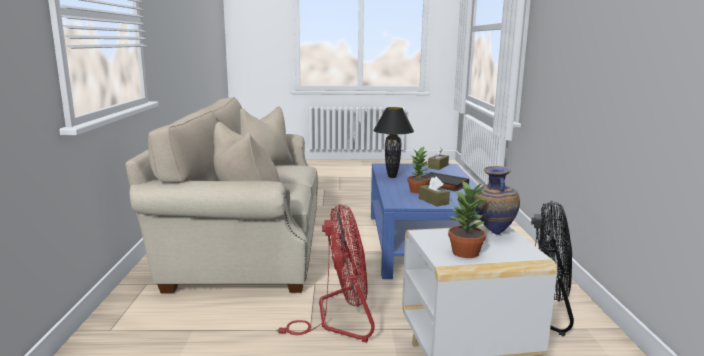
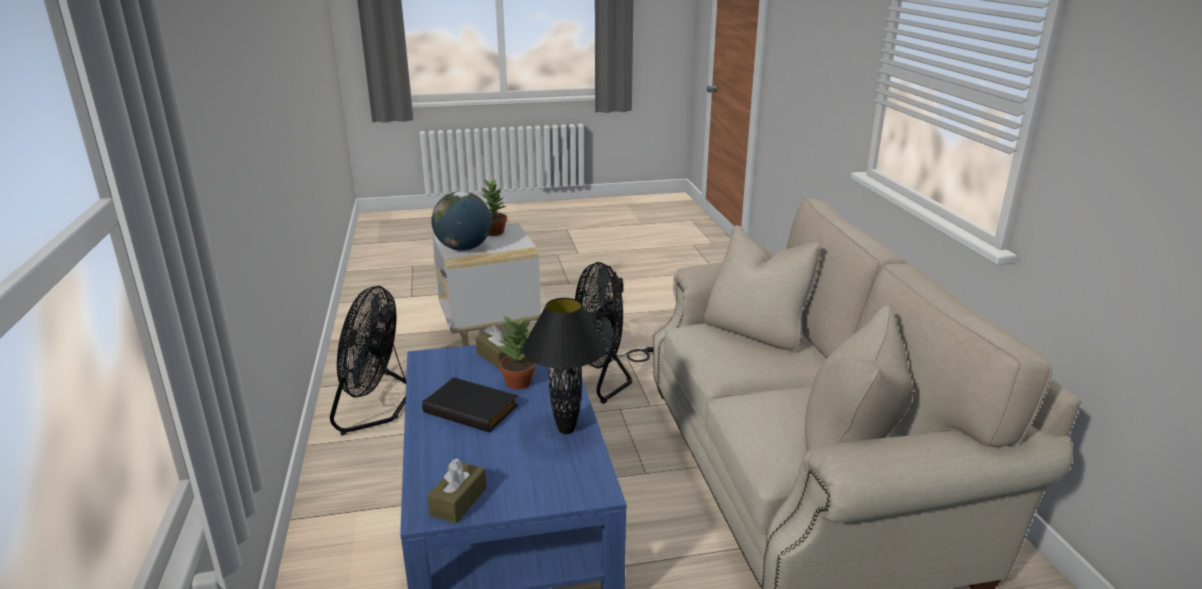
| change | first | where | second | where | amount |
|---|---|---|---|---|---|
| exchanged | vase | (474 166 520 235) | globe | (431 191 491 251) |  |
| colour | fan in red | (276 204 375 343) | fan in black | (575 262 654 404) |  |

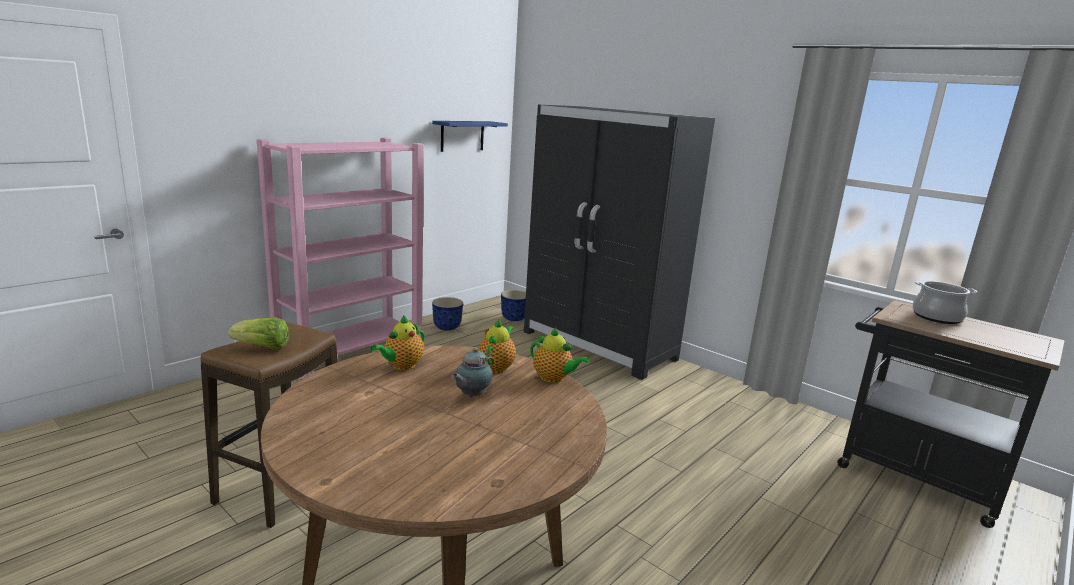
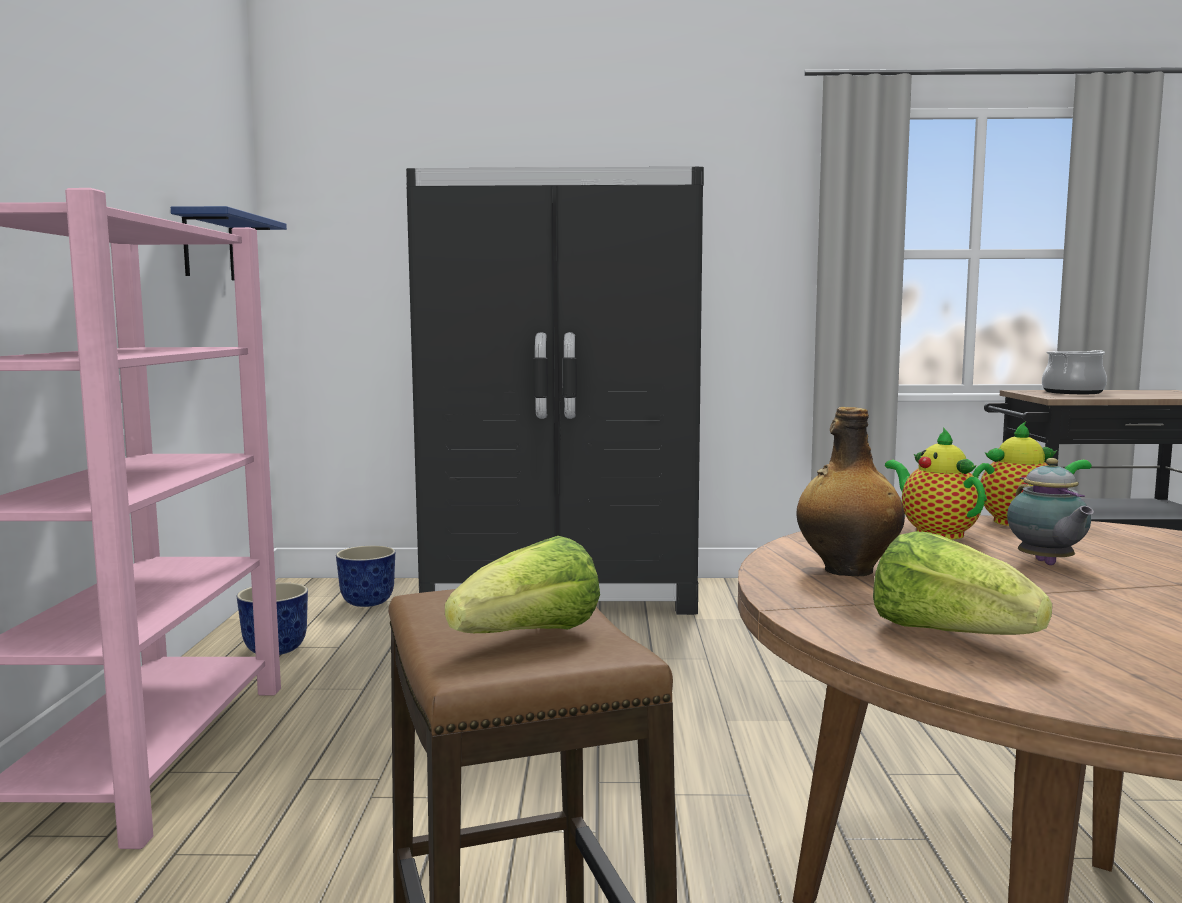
| change | first | where | second | where | amount |
|---|---|---|---|---|---|
| appeared |  |  | lettuce | (873 531 1052 635) |  |
| exchanged | teapot | (371 315 425 370) | bottle | (796 407 905 576) |  |

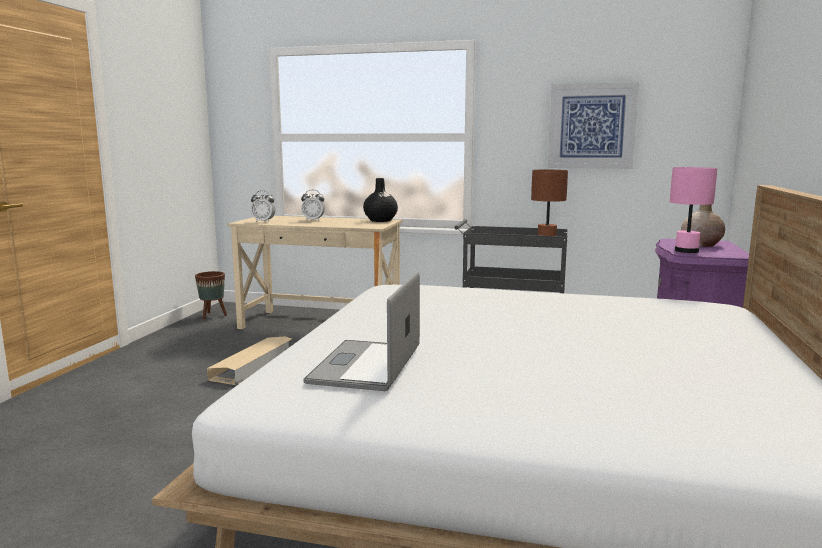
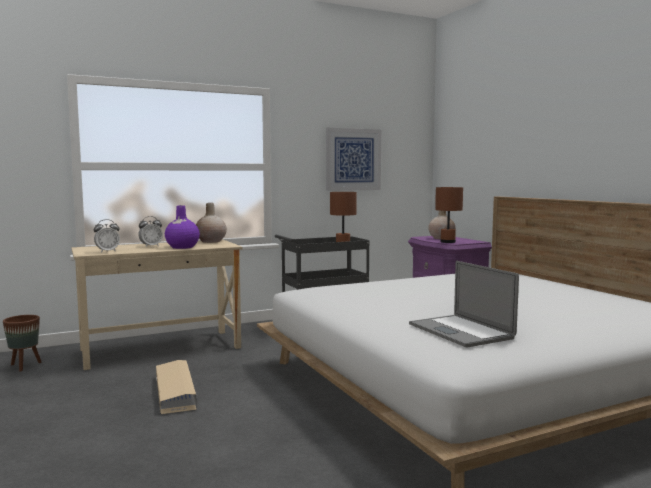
| change | first | where | second | where | amount |
|---|---|---|---|---|---|
| appeared |  |  | vase in purple | (165 205 200 249) |  |
| colour | vase in black | (363 178 398 222) | vase in beige | (196 203 227 243) |  |
| colour | table lamp in pink | (670 167 717 253) | table lamp in brown | (435 187 463 243) |  |

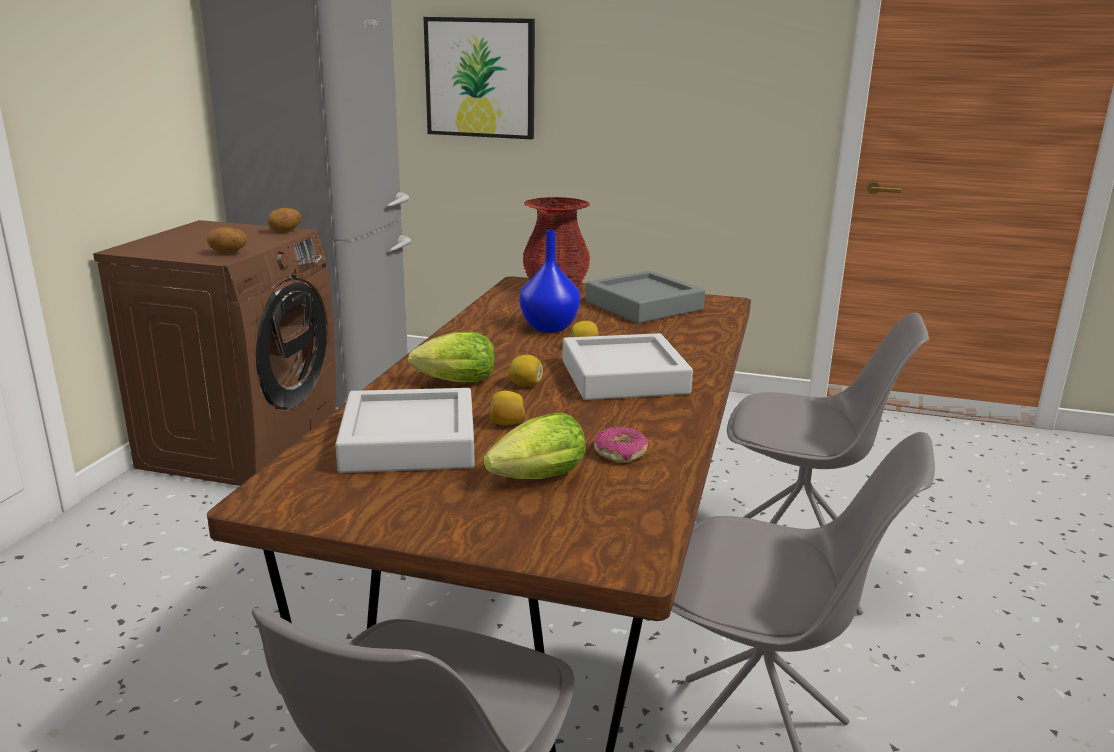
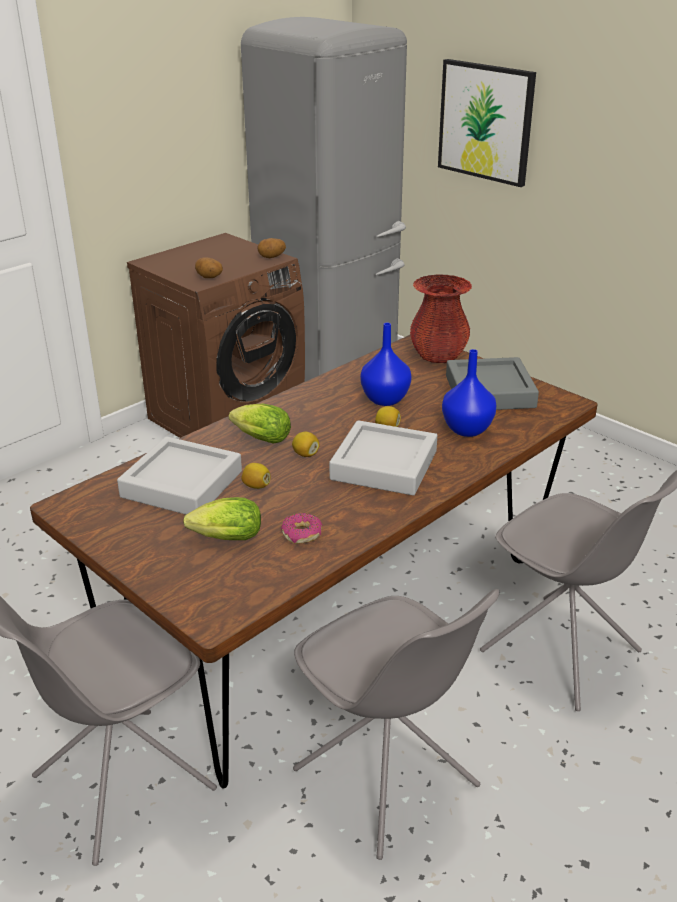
| change | first | where | second | where | amount |
|---|---|---|---|---|---|
| appeared |  |  | vase in blue | (442 349 496 437) |  |

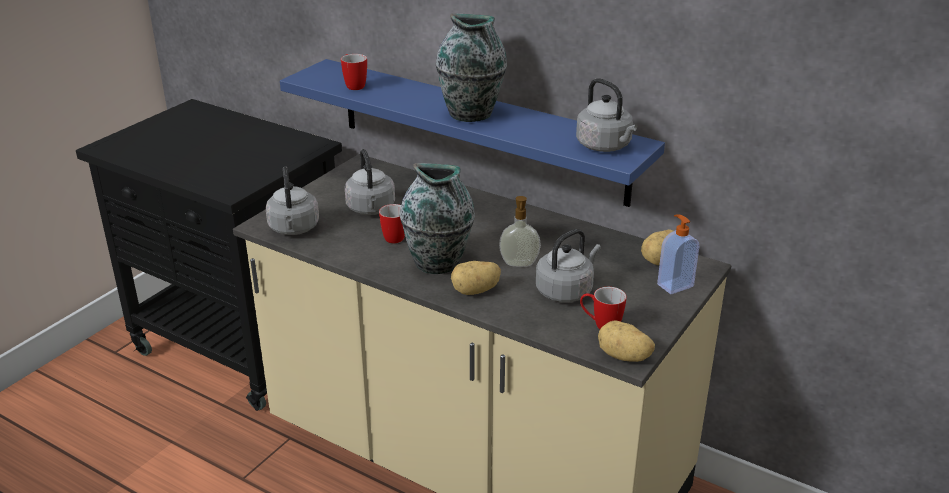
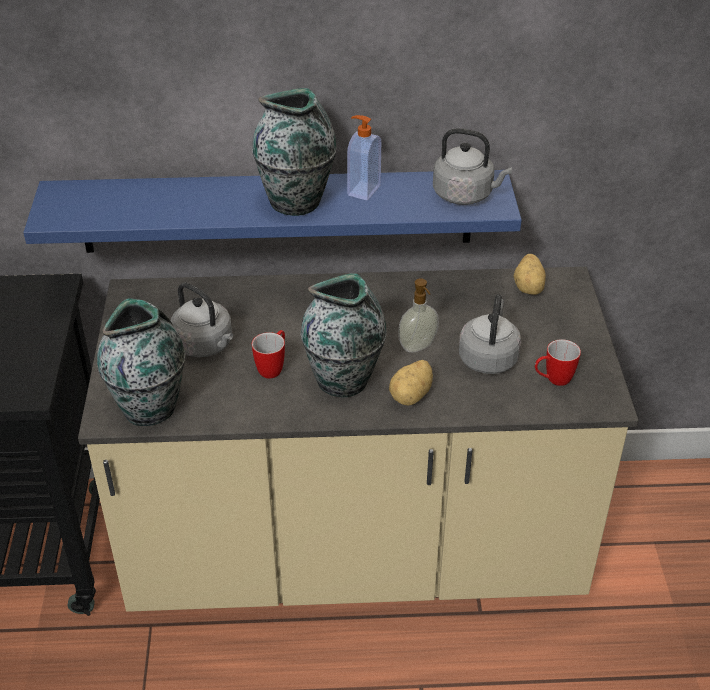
| change | first | where | second | where | amount |
|---|---|---|---|---|---|
| missing | mug | (341 54 367 90) |  |  |  |
| missing | potato | (598 320 655 362) |  |  |  |
| relocated | soap dispenser | (657 214 700 294) |  | (347 115 381 200) |  |
| exchanged | kettle in grey | (265 166 319 235) | vase | (97 298 185 426) |  |

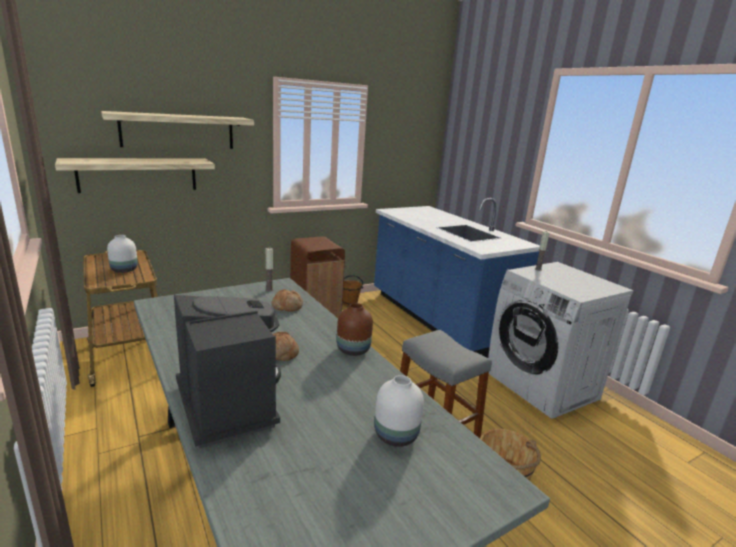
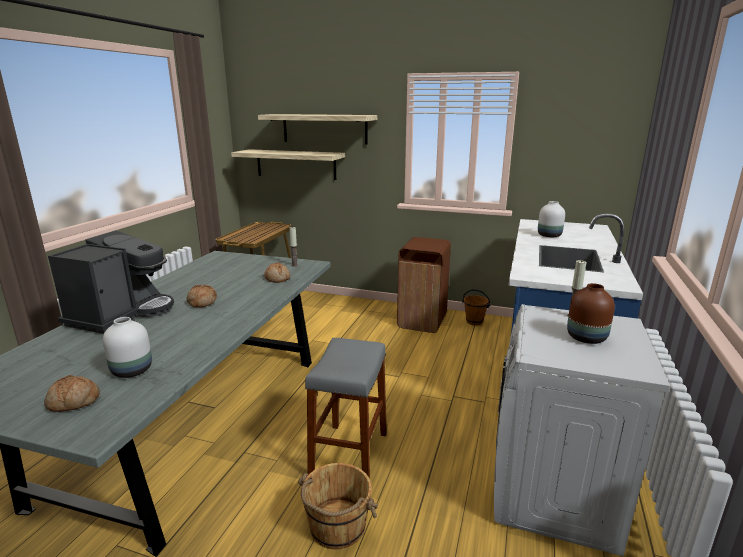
| change | first | where | second | where | amount |
|---|---|---|---|---|---|
| appeared |  |  | bread | (44 375 100 412) |  |
| relocated | vase in white | (107 235 138 273) |  | (538 201 565 237) |  |
| relocated | vase in brown | (337 303 373 356) |  | (567 283 615 344) |  |

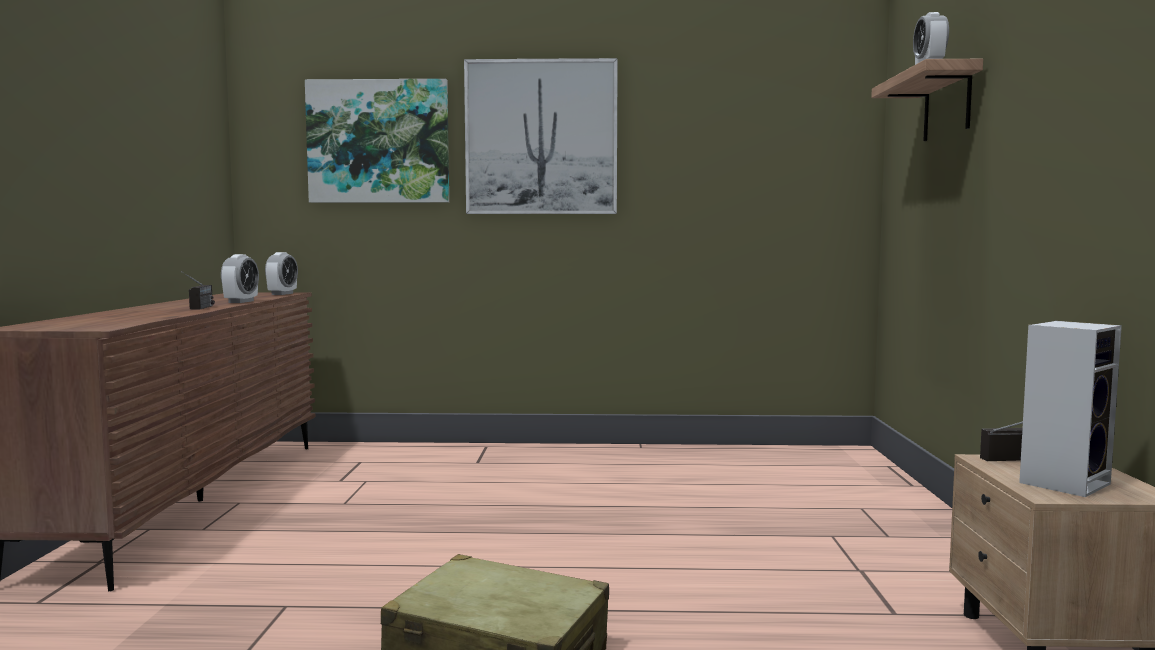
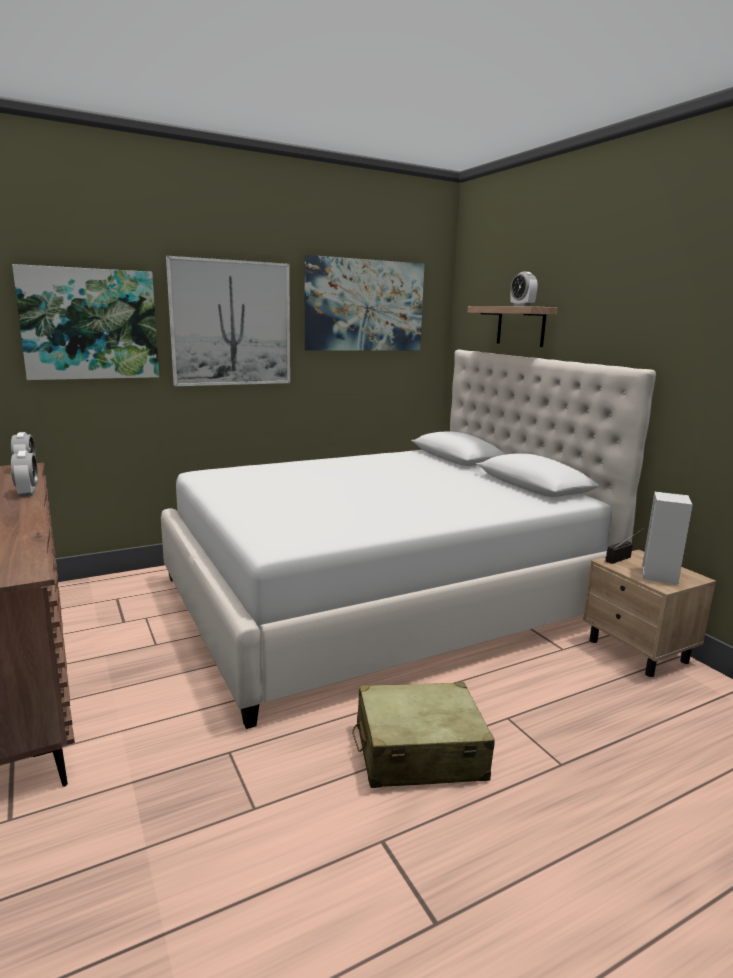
| change | first | where | second | where | amount |
|---|---|---|---|---|---|
| missing | radio | (181 271 215 309) |  |  |  |
| appeared |  |  | bed in white | (161 350 656 729) |  |
| appeared |  |  | picture | (305 255 425 351) |  |

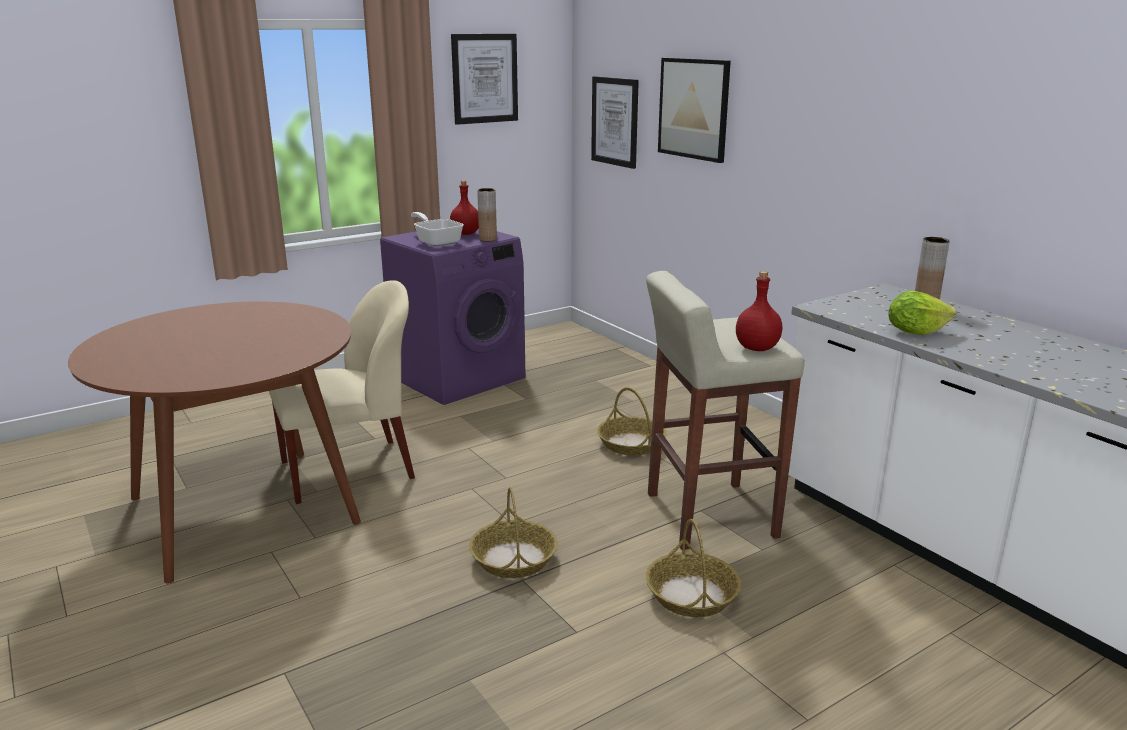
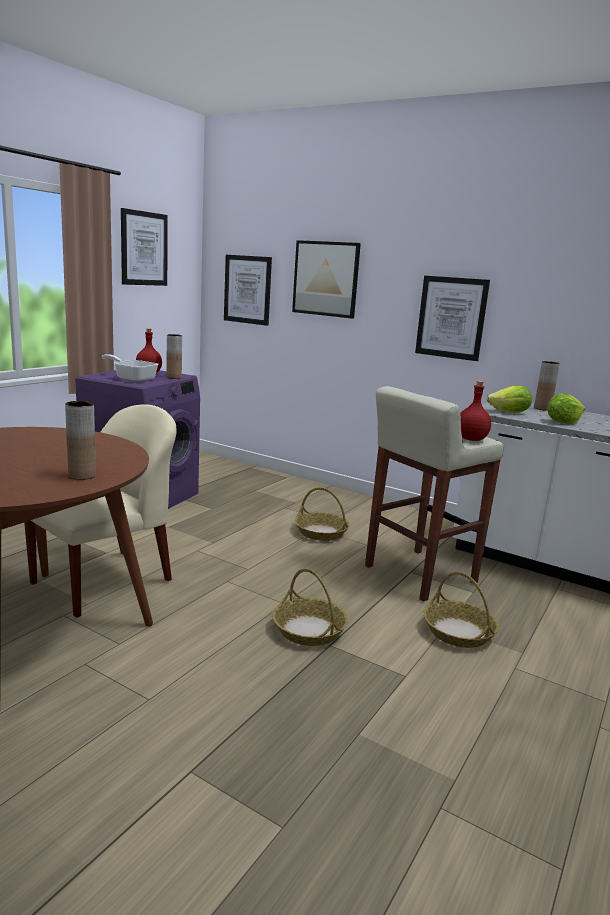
| change | first | where | second | where | amount |
|---|---|---|---|---|---|
| appeared |  |  | vase in brown | (65 401 96 480) |  |
| appeared |  |  | picture | (415 276 490 361) |  |
| appeared |  |  | lettuce | (487 385 532 413) |  |

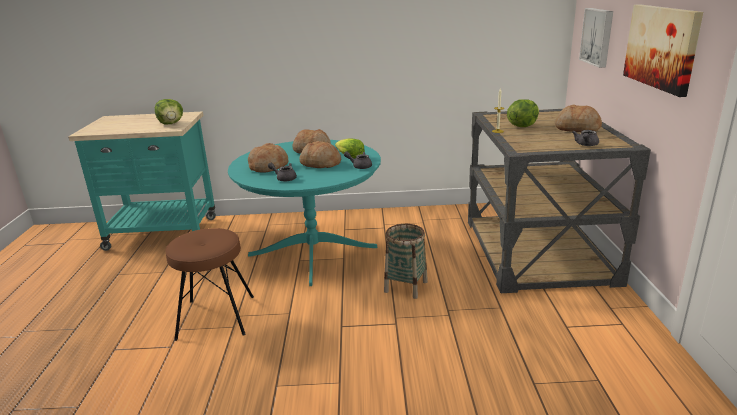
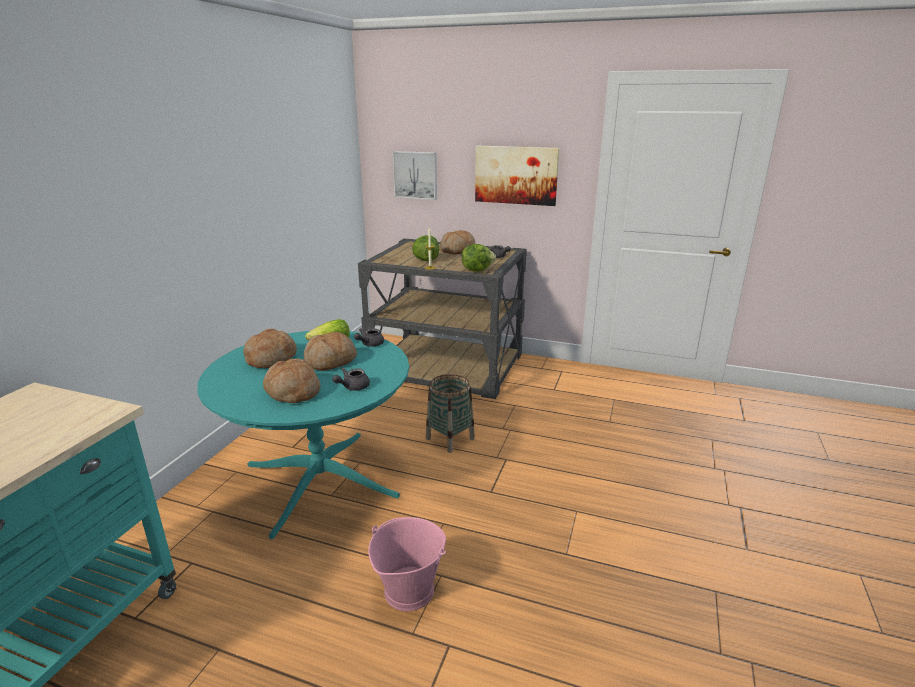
| change | first | where | second | where | amount |
|---|---|---|---|---|---|
| relocated | lettuce | (155 99 183 124) |  | (462 244 496 271) |  |
| exchanged | stool in brown | (166 228 254 341) | bucket in pink | (368 517 446 611) |  |

